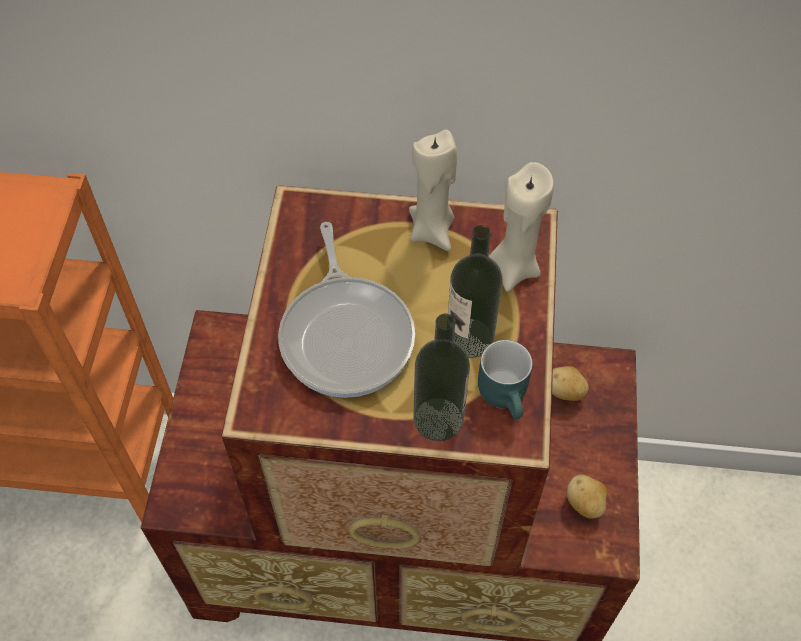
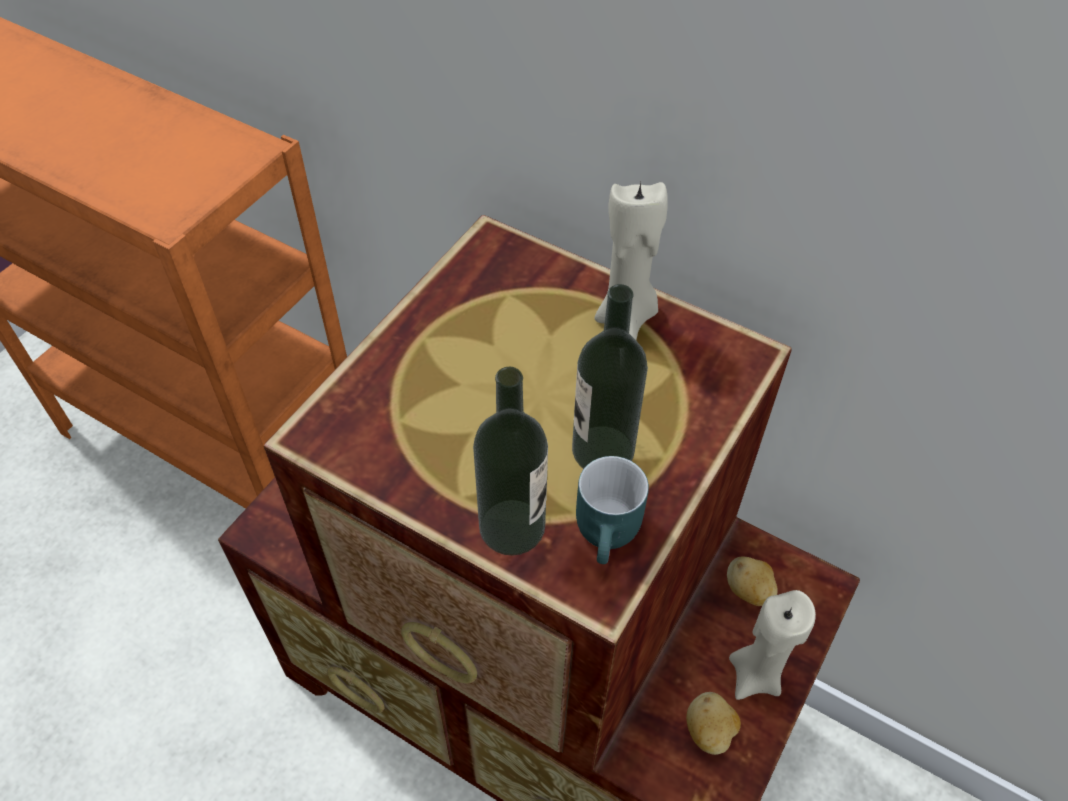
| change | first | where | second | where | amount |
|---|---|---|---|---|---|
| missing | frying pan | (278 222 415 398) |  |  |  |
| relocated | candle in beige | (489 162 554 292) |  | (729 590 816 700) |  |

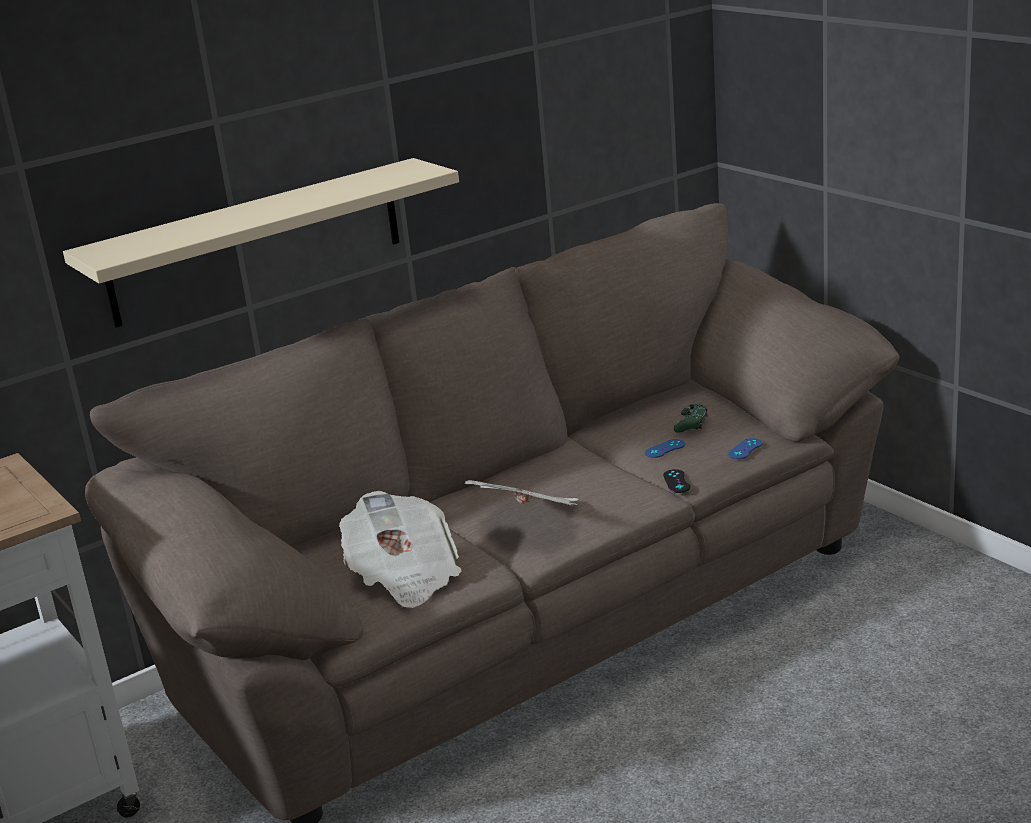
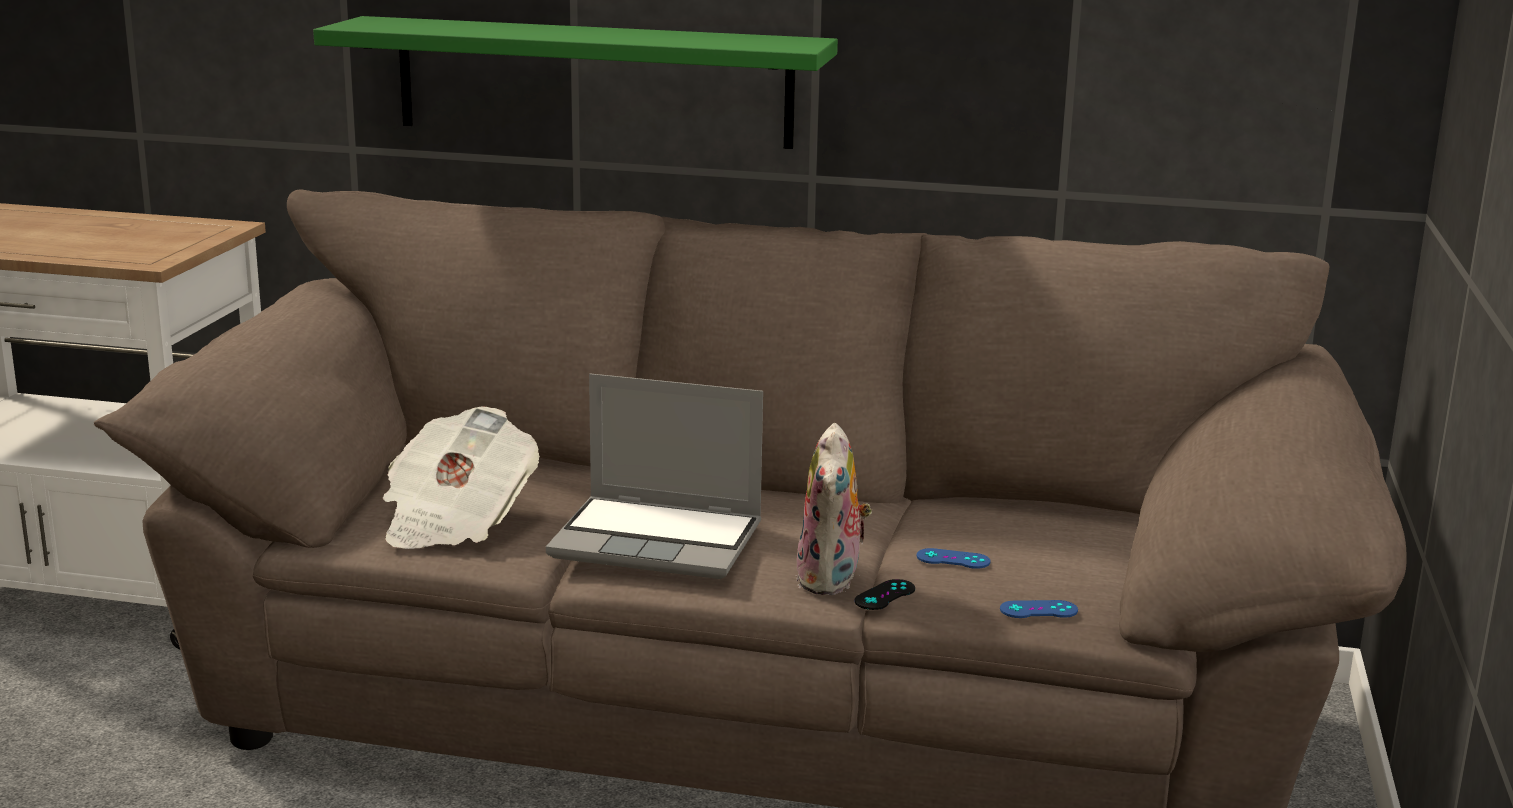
| change | first | where | second | where | amount |
|---|---|---|---|---|---|
| missing | game controller in green | (674 404 708 433) |  |  |  |
| appeared |  |  | plush toy | (796 423 872 595) |  |
| exchanged | newspaper | (465 480 578 506) | laptop | (546 374 763 579) |  |
| colour | shelf in beige | (63 158 459 328) | shelf in green | (313 16 838 149) |  |

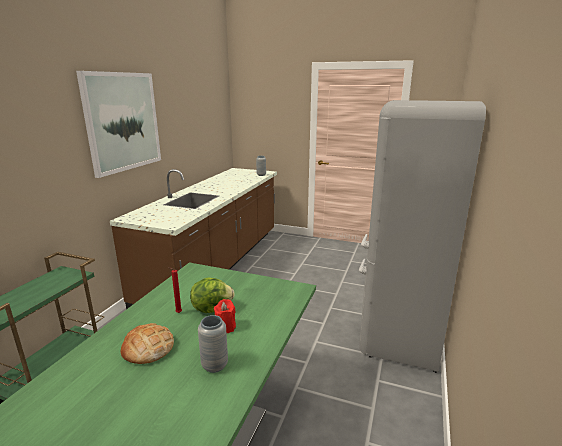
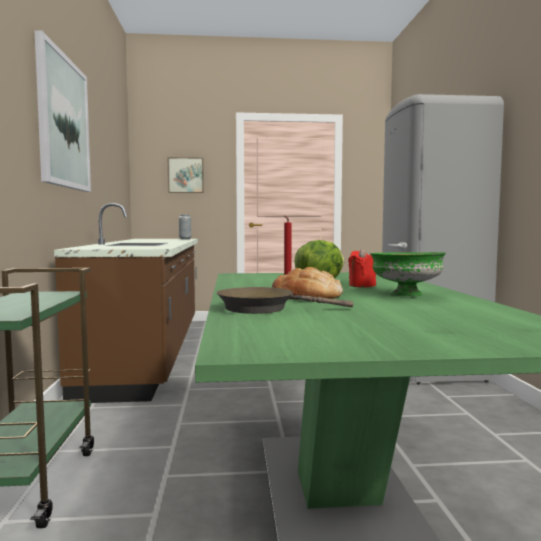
| change | first | where | second | where | amount |
|---|---|---|---|---|---|
| appeared |  |  | picture | (168 157 204 193) |  |
| appeared |  |  | frying pan in brown | (216 287 353 314) |  |
| exchanged | vase in grey | (198 315 228 373) | bowl in green | (370 252 446 296) |  |

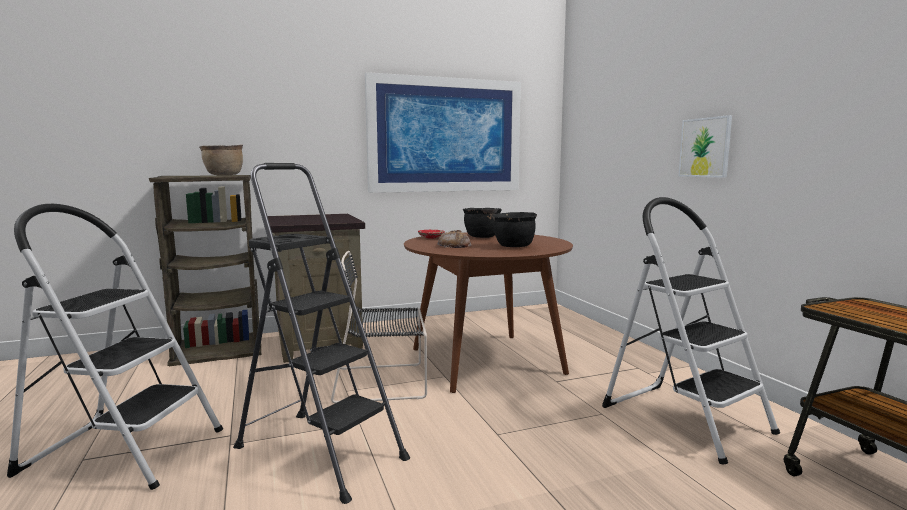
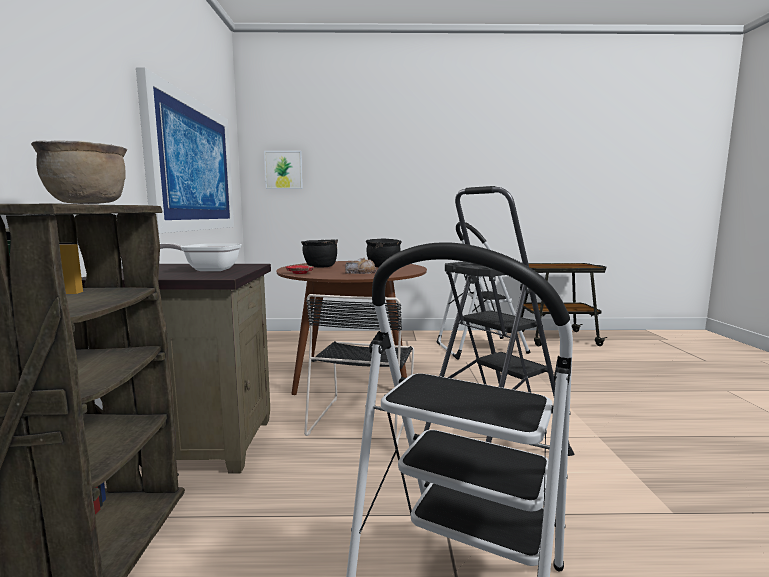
| change | first | where | second | where | amount |
|---|---|---|---|---|---|
| appeared |  |  | frying pan | (160 243 242 271) |  |
| relocated | picture | (679 115 732 178) |  | (264 151 303 189) |  |

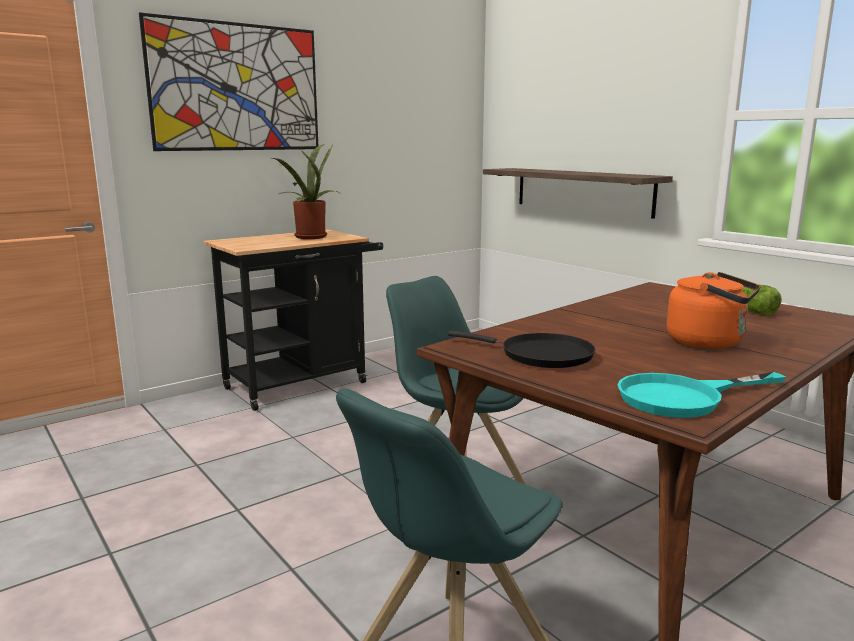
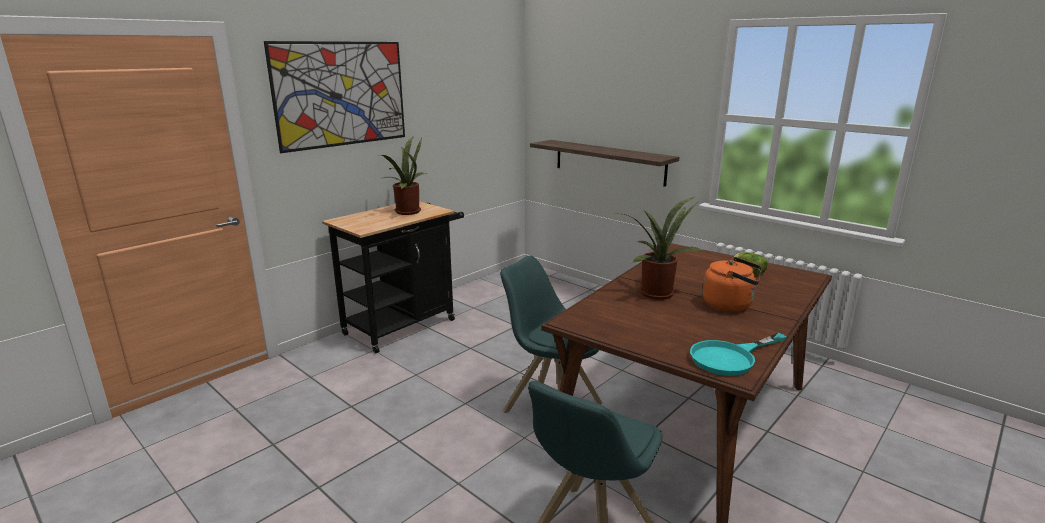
| change | first | where | second | where | amount |
|---|---|---|---|---|---|
| missing | frying pan in black | (448 330 595 368) |  |  |  |
| appeared |  |  | potted plant | (614 197 703 300) |  |

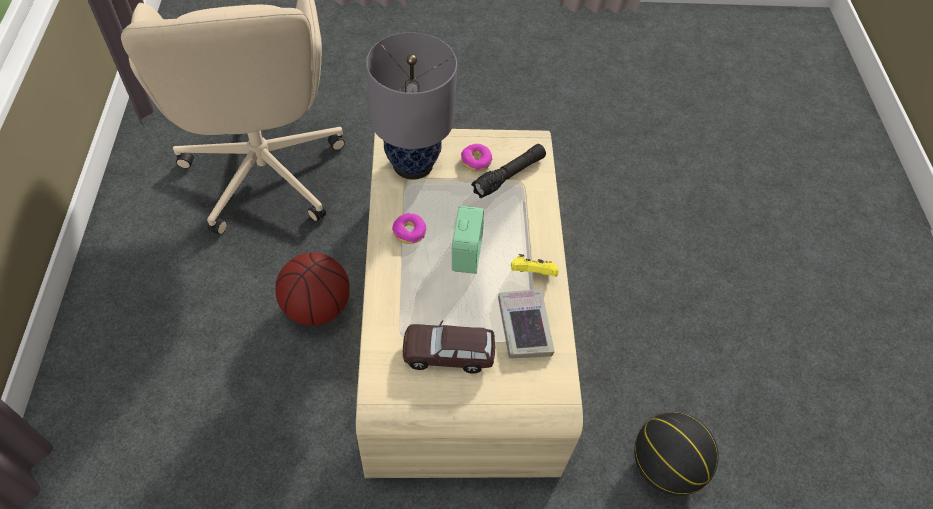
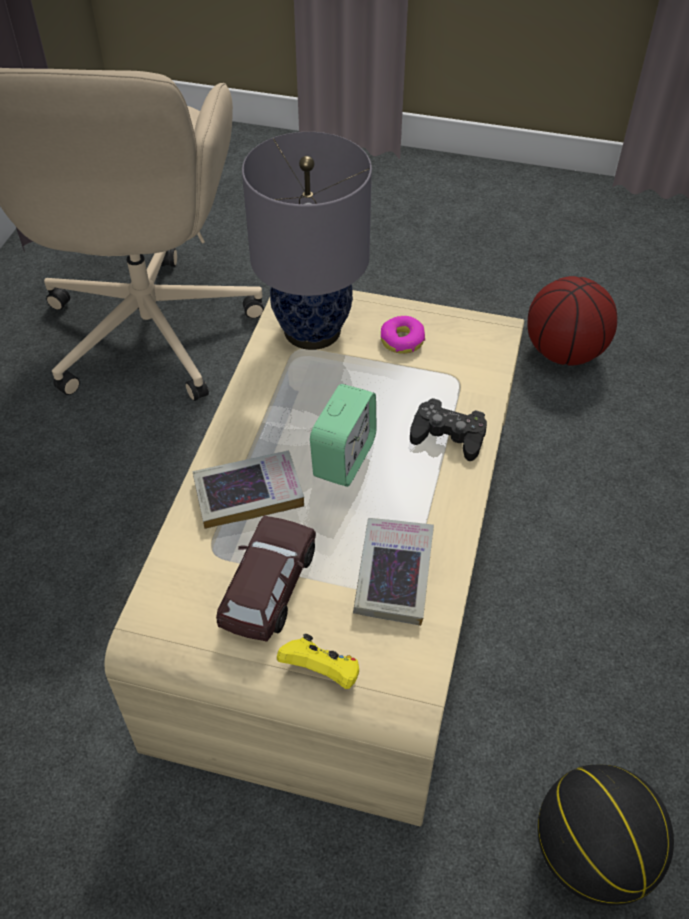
| change | first | where | second | where | amount |
|---|---|---|---|---|---|
| missing | donut | (392 213 426 244) |  |  |  |
| missing | flashlight in black | (471 144 546 198) |  |  |  |
| appeared |  |  | book | (192 450 304 529) |  |
| appeared |  |  | game controller in black | (410 398 487 461) |  |
| relocated | basketball | (275 252 350 326) |  | (527 276 617 366) |  |
| relocated | game controller in yellow | (511 254 559 277) |  | (277 634 359 689) |  |
| spun | toy car in brown | (403 320 495 374) |  | (216 515 316 642) | 90 degrees clockwise |

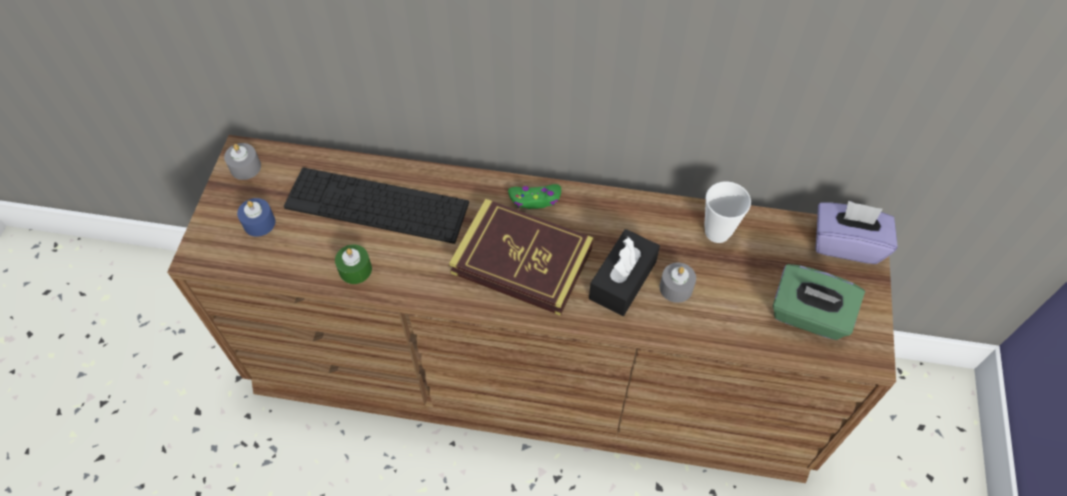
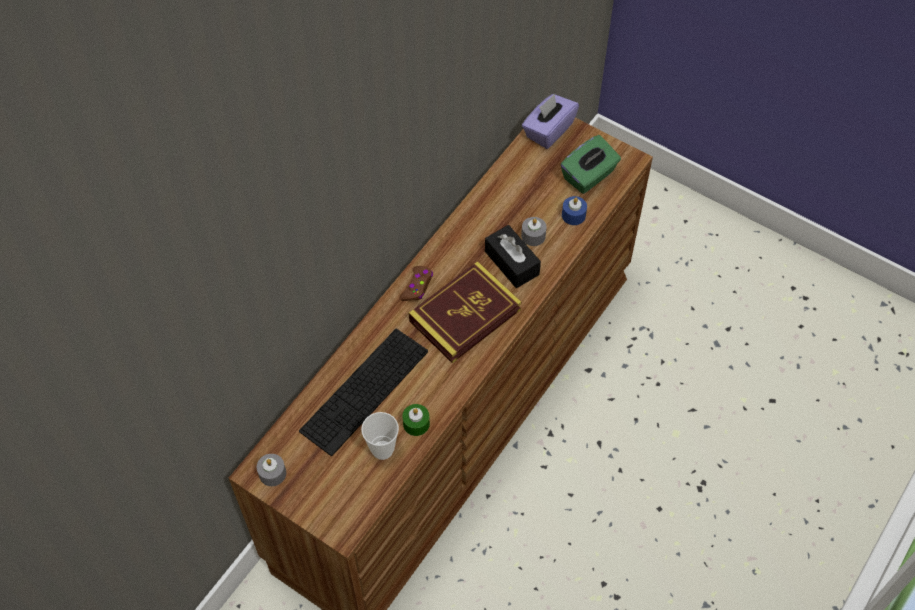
| change | first | where | second | where | amount |
|---|---|---|---|---|---|
| relocated | candle in blue | (237 198 275 237) |  | (562 196 587 225) |  |
| relocated | cup | (704 181 751 243) |  | (361 412 399 460) |  |
| colour | game controller in green | (508 184 561 209) | game controller in brown | (400 266 433 301) |  |

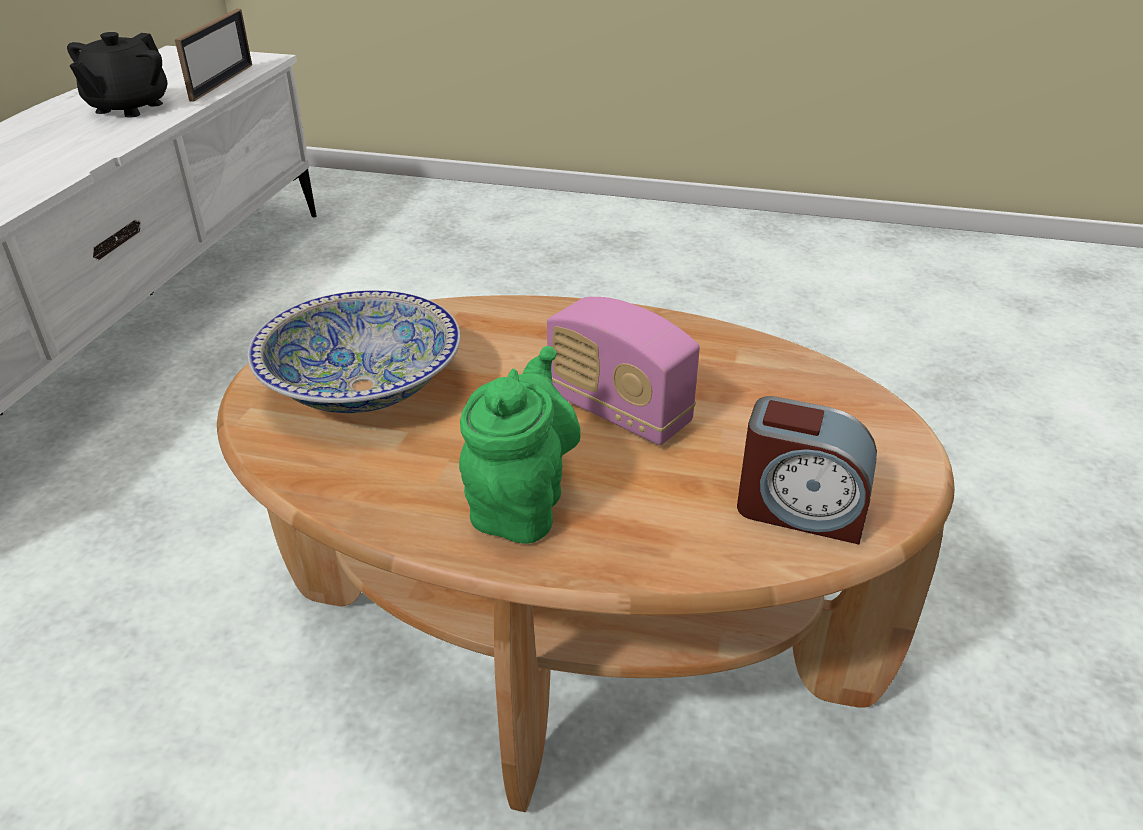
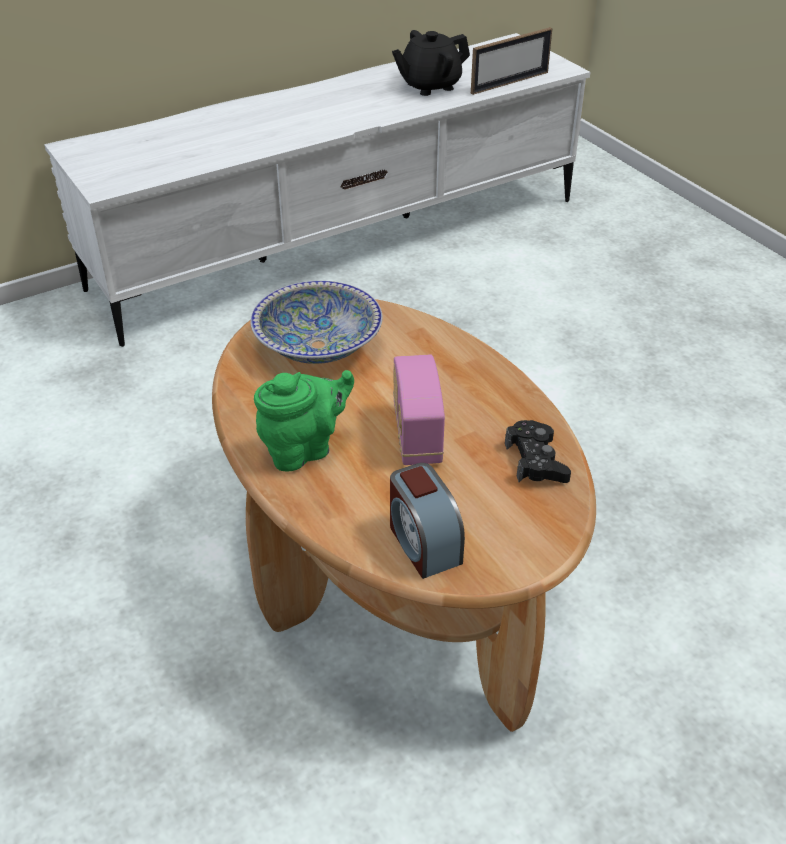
| change | first | where | second | where | amount |
|---|---|---|---|---|---|
| appeared |  |  | game controller in black | (505 420 571 483) |  |

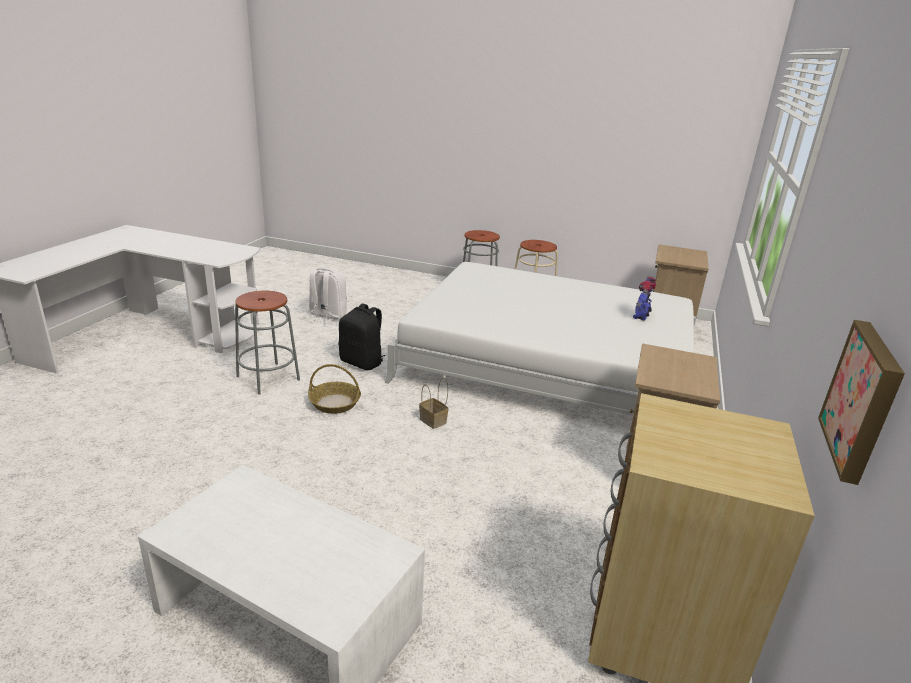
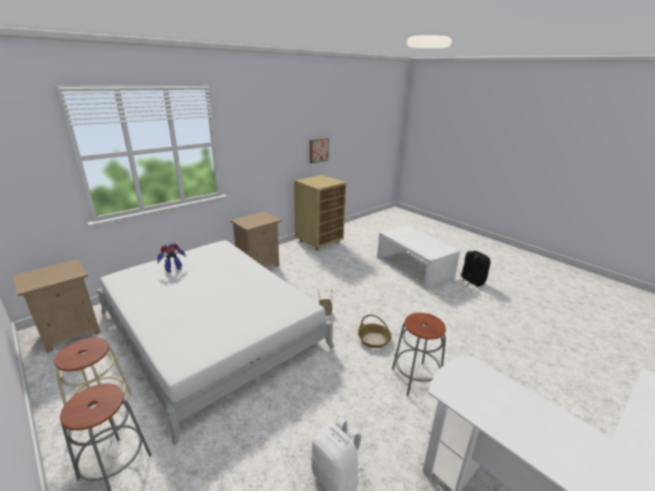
| change | first | where | second | where | amount |
|---|---|---|---|---|---|
| relocated | backpack in black | (339 303 385 370) |  | (458 251 491 287) |  |

